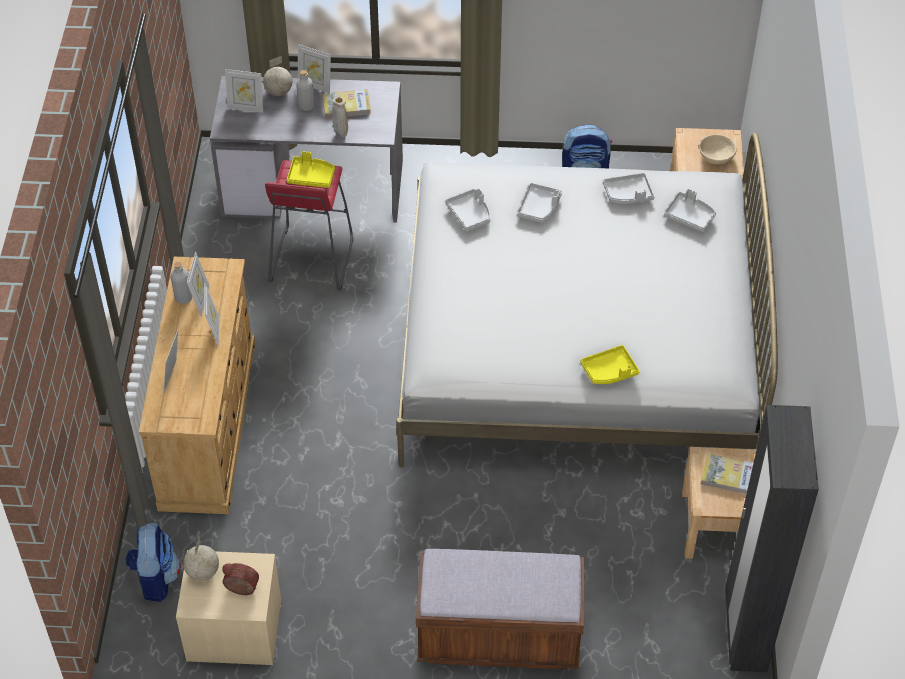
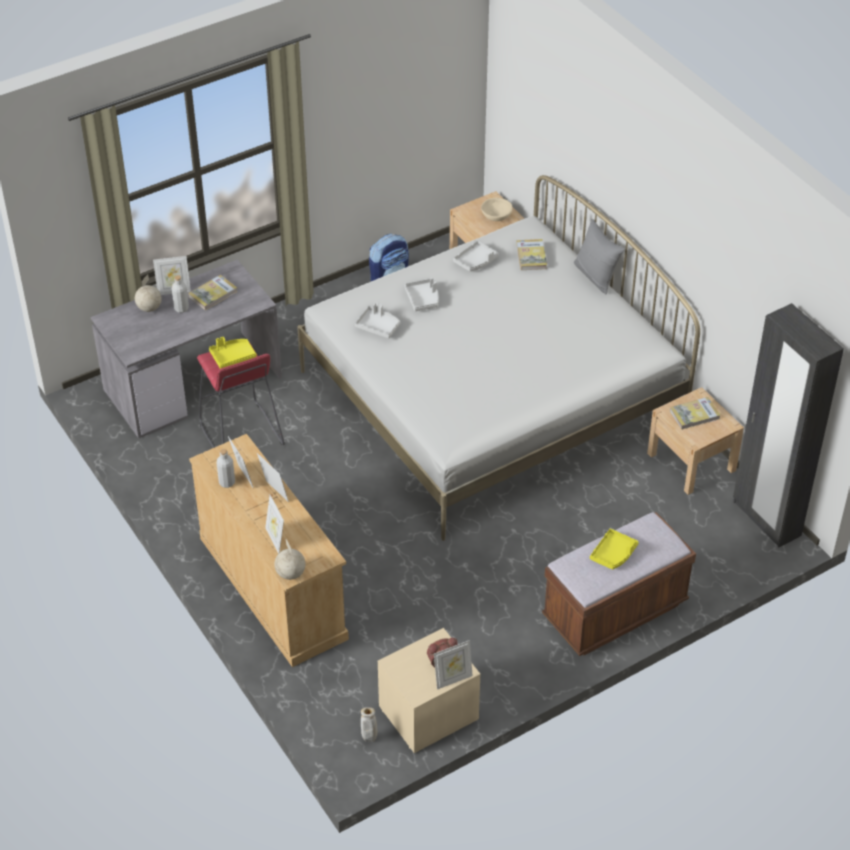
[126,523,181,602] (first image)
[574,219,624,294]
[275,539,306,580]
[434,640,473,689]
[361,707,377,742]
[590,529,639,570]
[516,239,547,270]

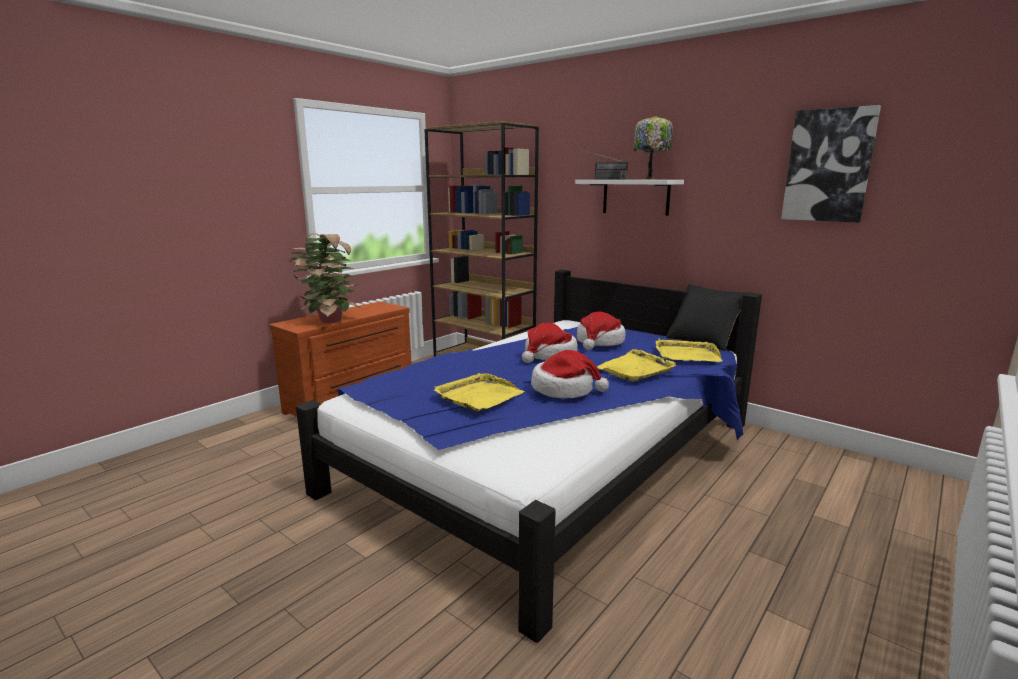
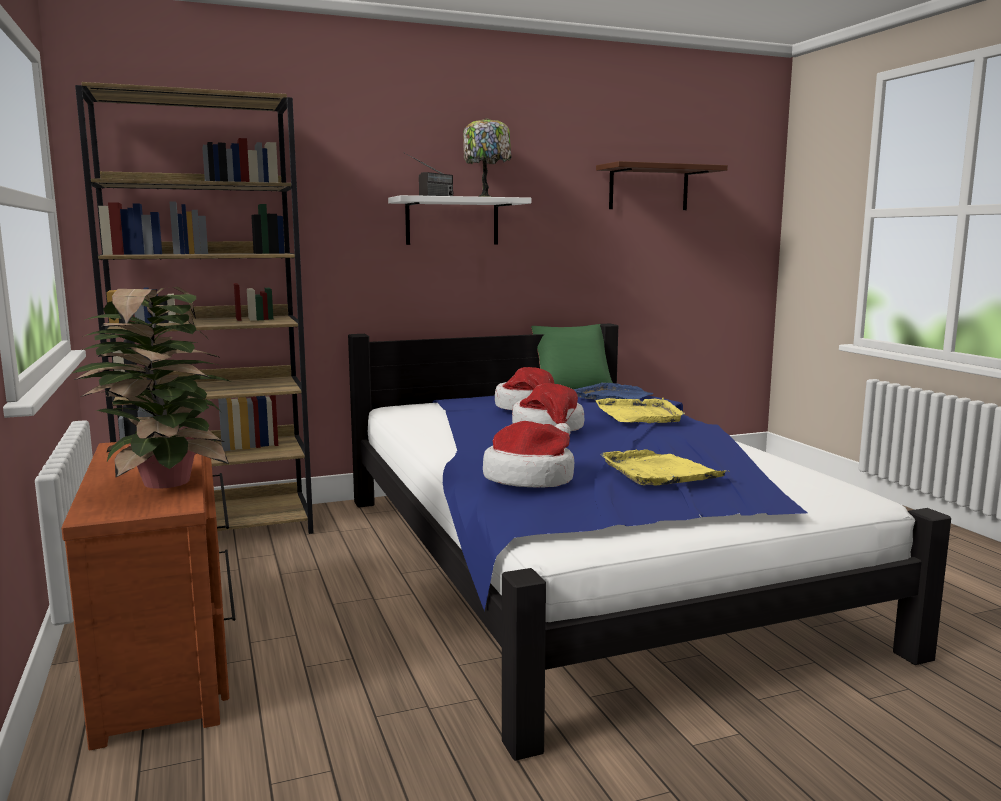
[483,421,574,487]
[596,161,728,210]
[574,383,653,400]
[531,324,613,390]

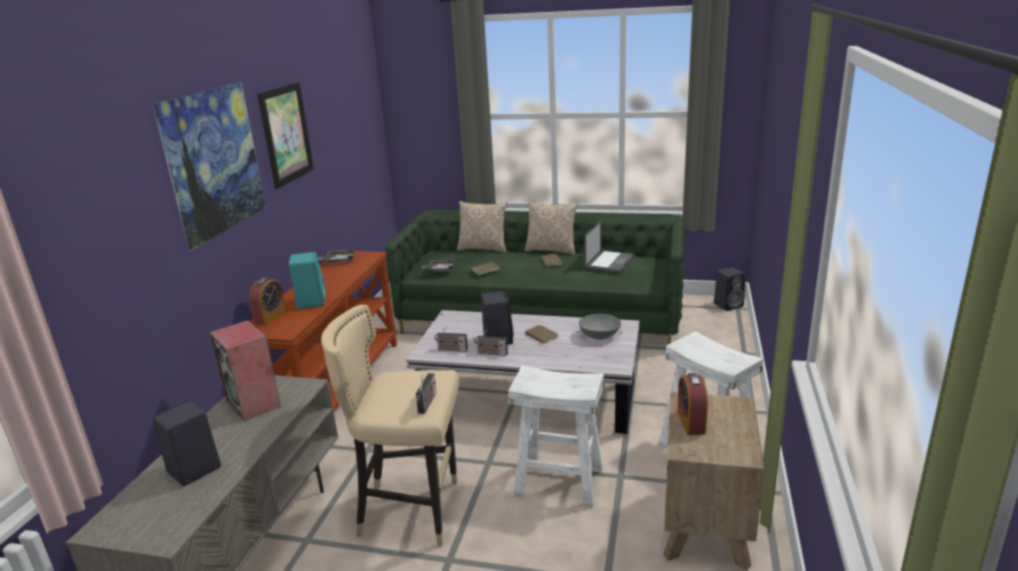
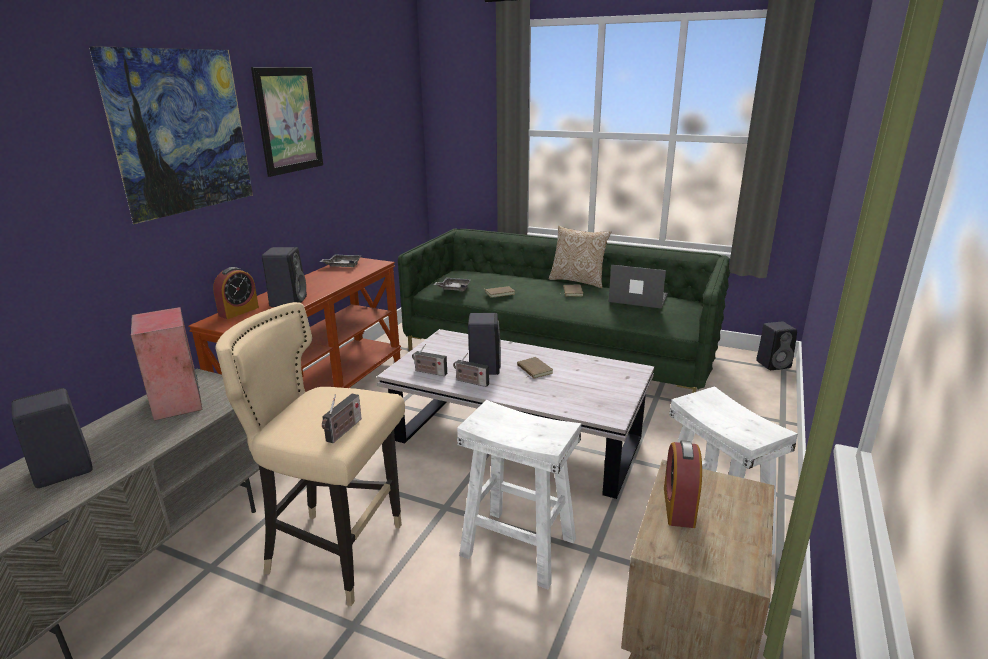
[457,201,508,253] (first image)
[579,314,621,340] (first image)
[262,247,307,307]
[609,265,668,309]

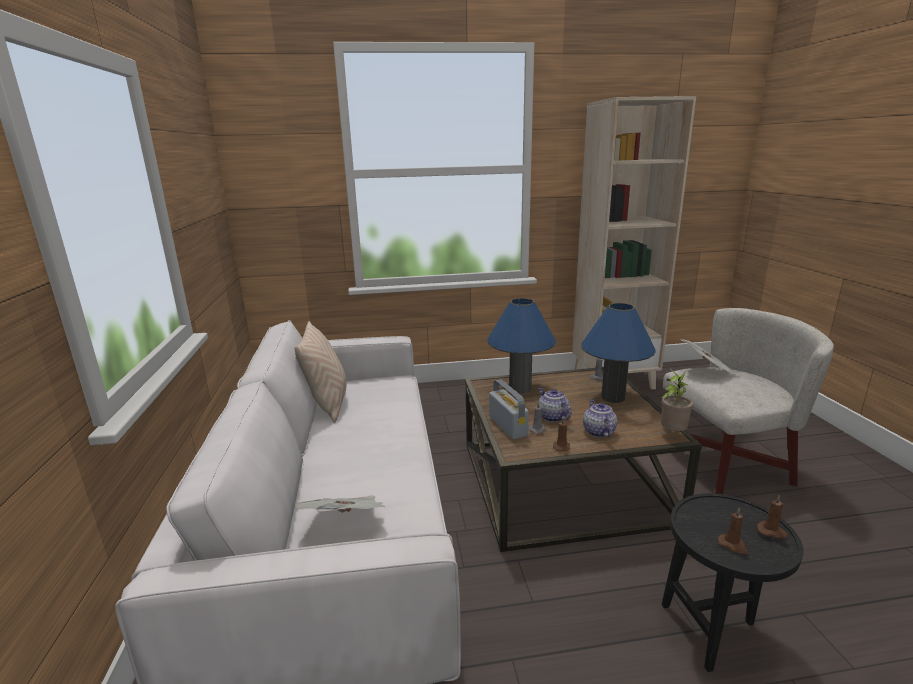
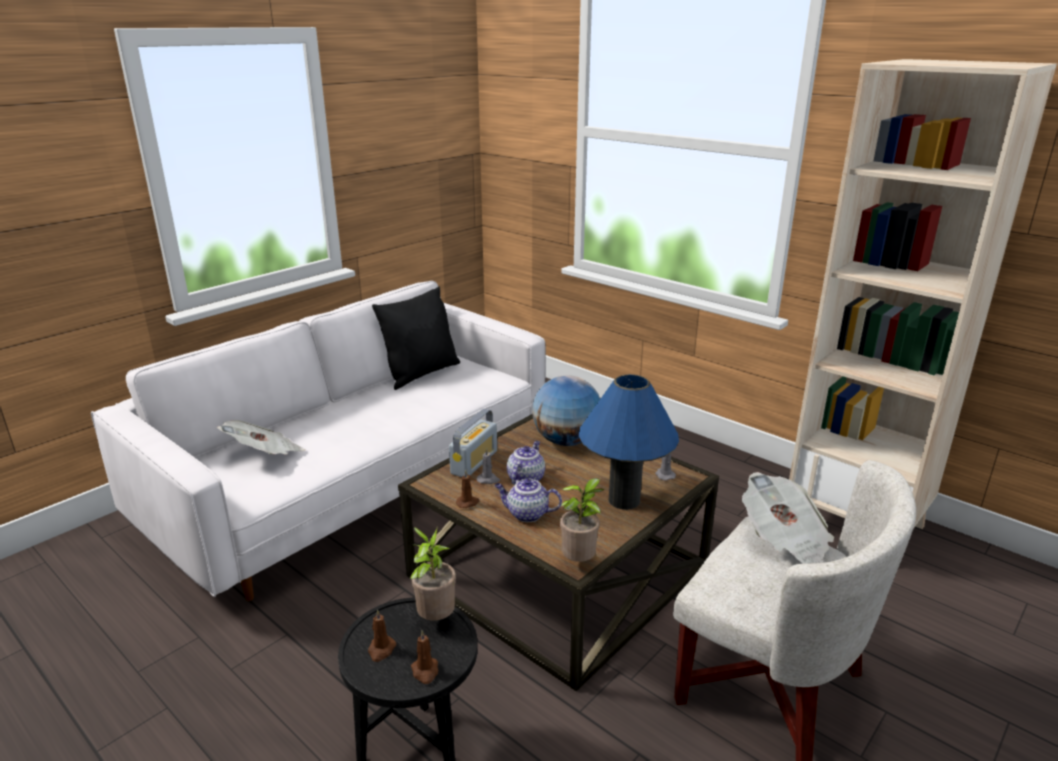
[410,525,456,621]
[532,375,600,446]
[372,286,460,390]
[494,479,562,522]

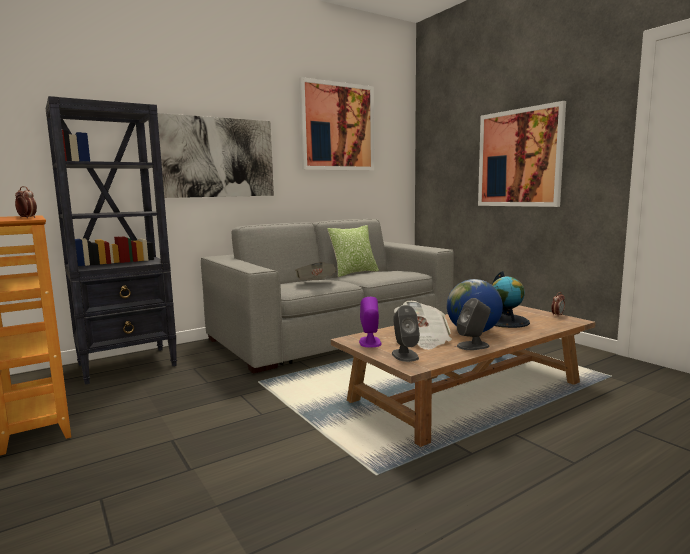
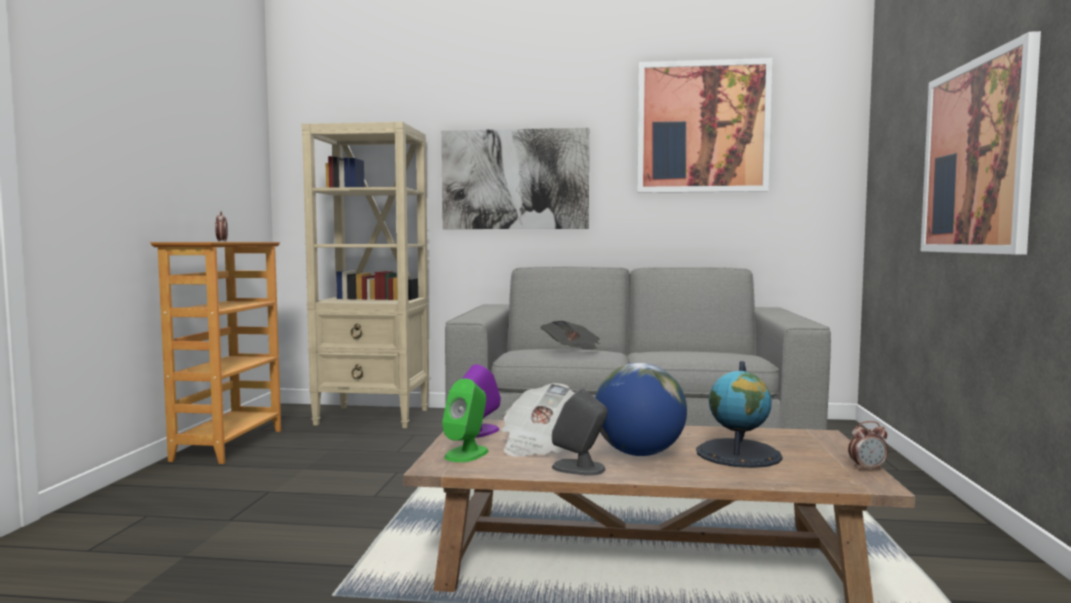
[327,225,379,277] (first image)
[302,122,429,428]
[442,379,488,462]

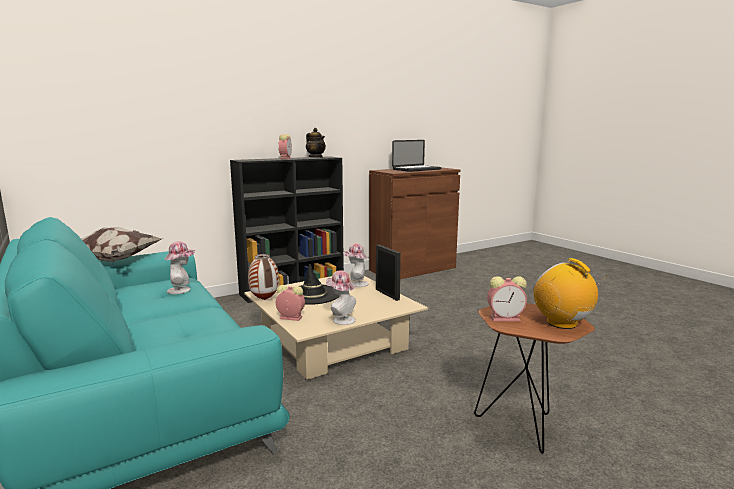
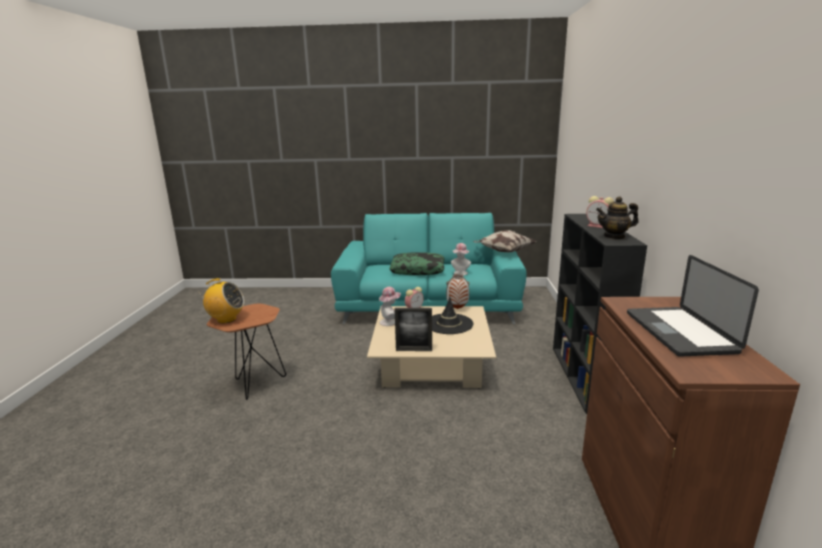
[343,243,368,287] (first image)
[487,276,527,322] (first image)
[389,253,445,275]

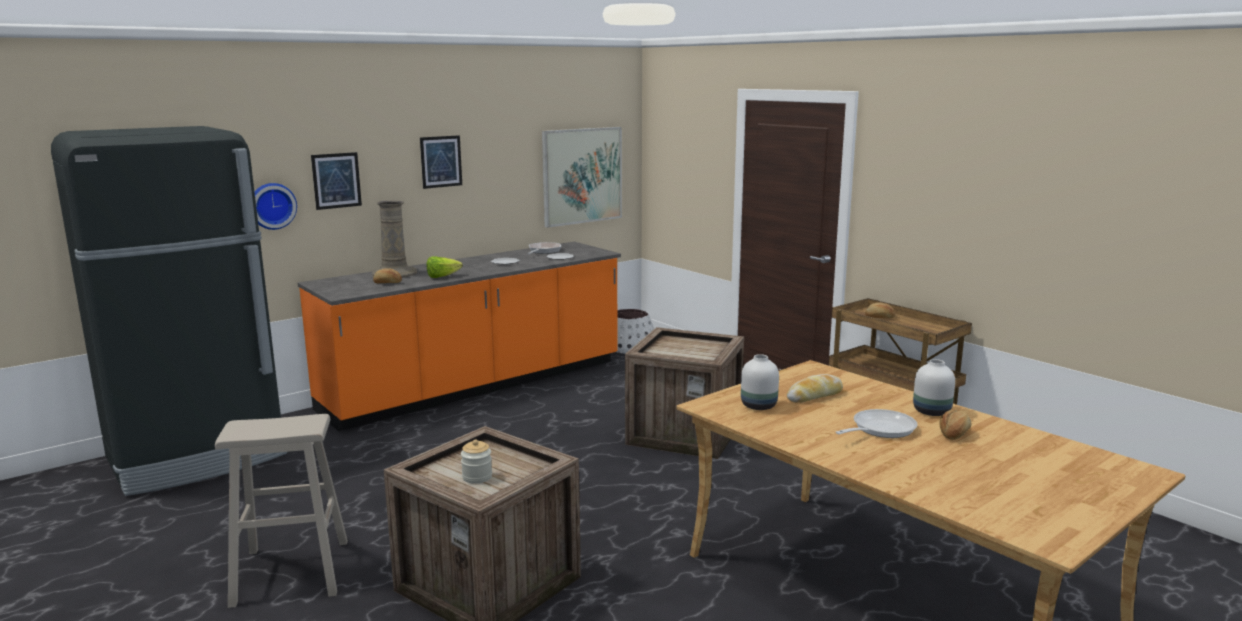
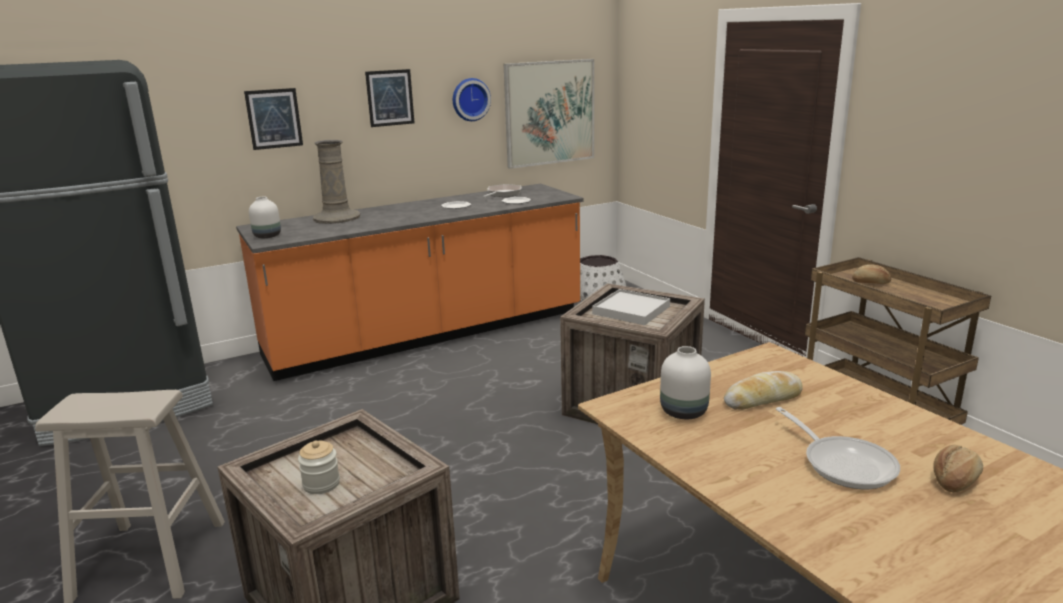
[373,268,402,283] (first image)
[427,256,463,278] (first image)
[592,289,670,325]
[453,78,491,121]
[249,197,281,238]
[776,407,900,489]

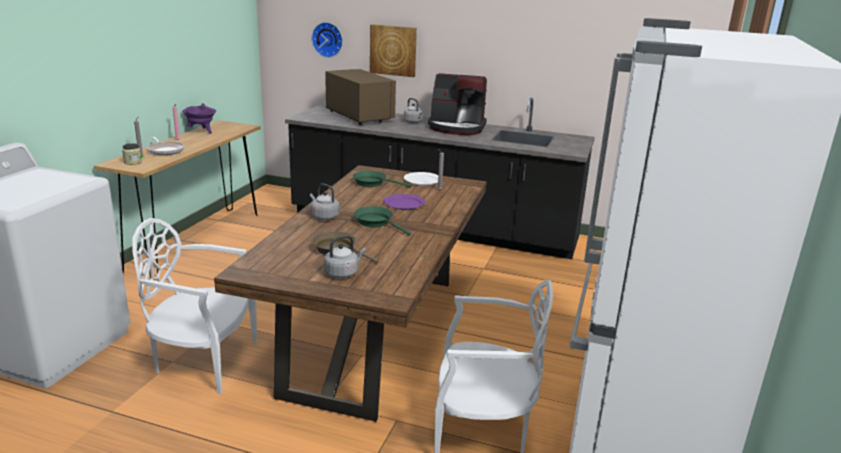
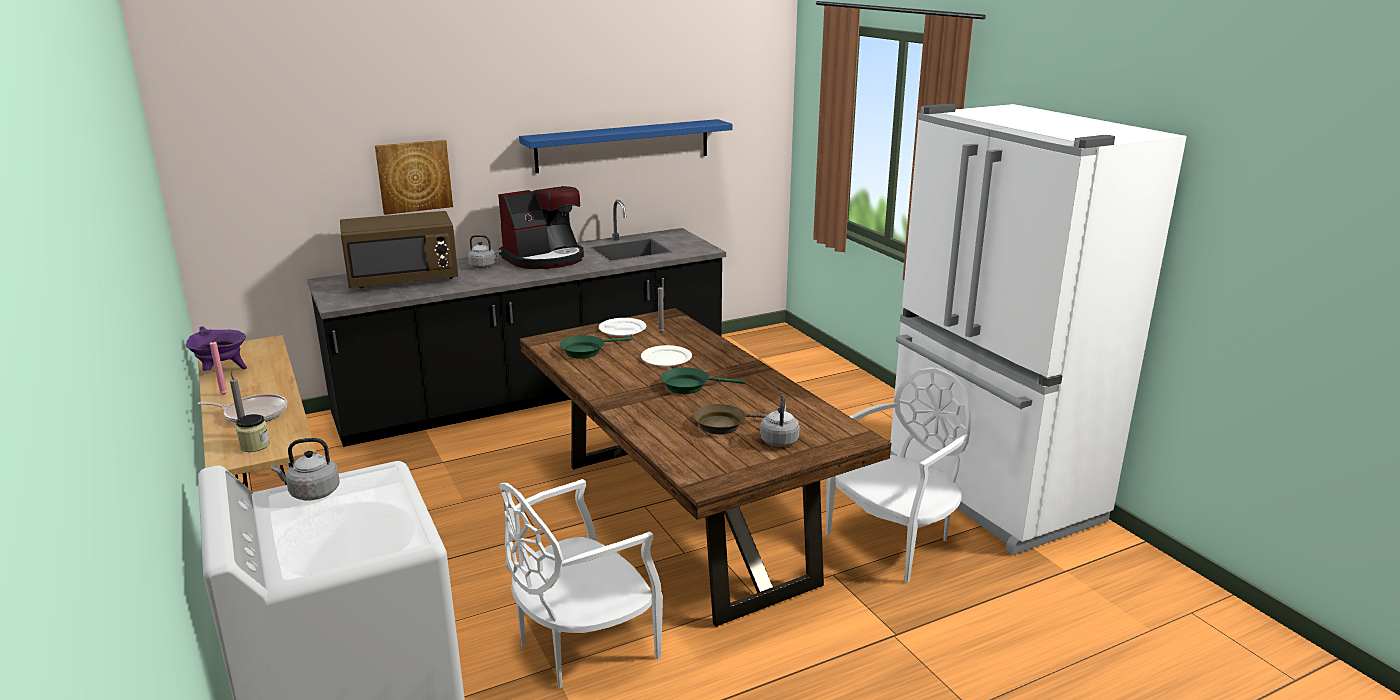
[312,22,343,58] (first image)
[519,119,733,173]
[271,438,339,500]
[641,345,692,367]
[340,211,458,288]

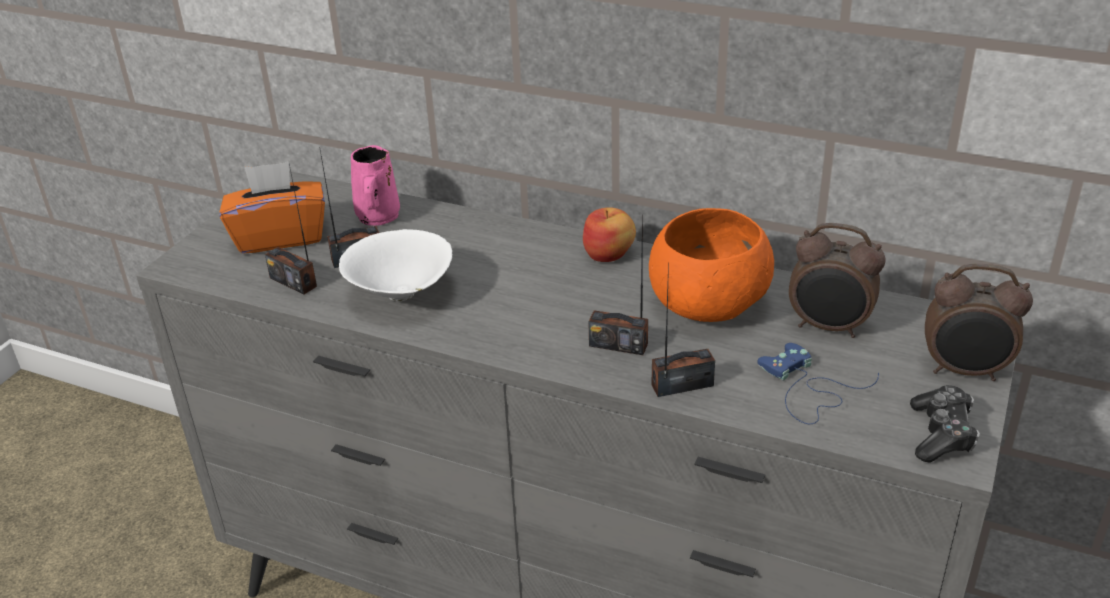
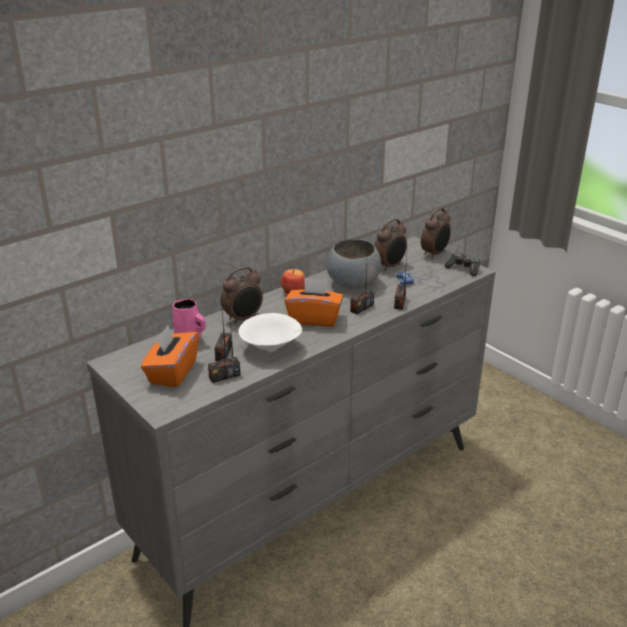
[220,267,263,325]
[285,278,343,327]
[327,239,381,289]

